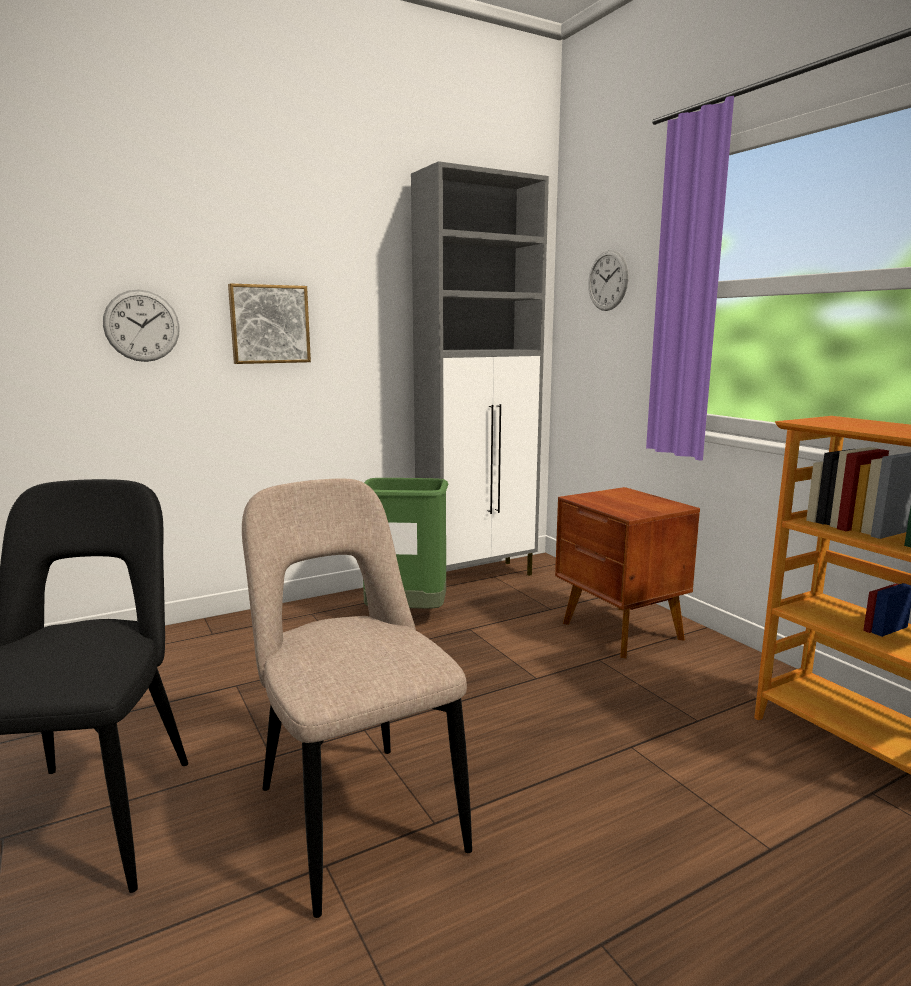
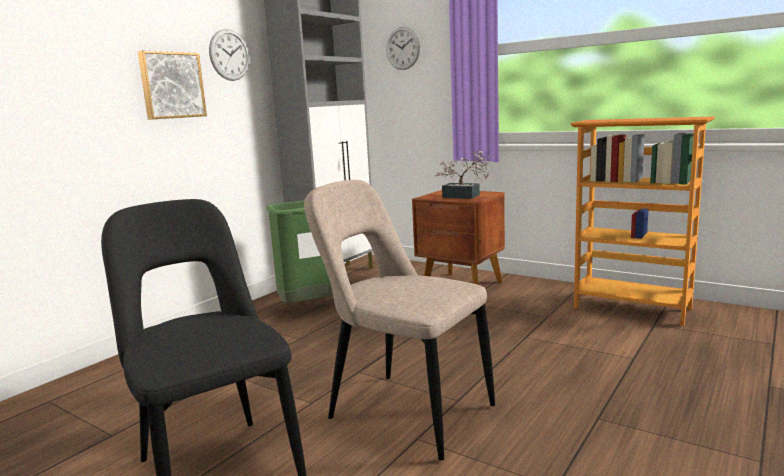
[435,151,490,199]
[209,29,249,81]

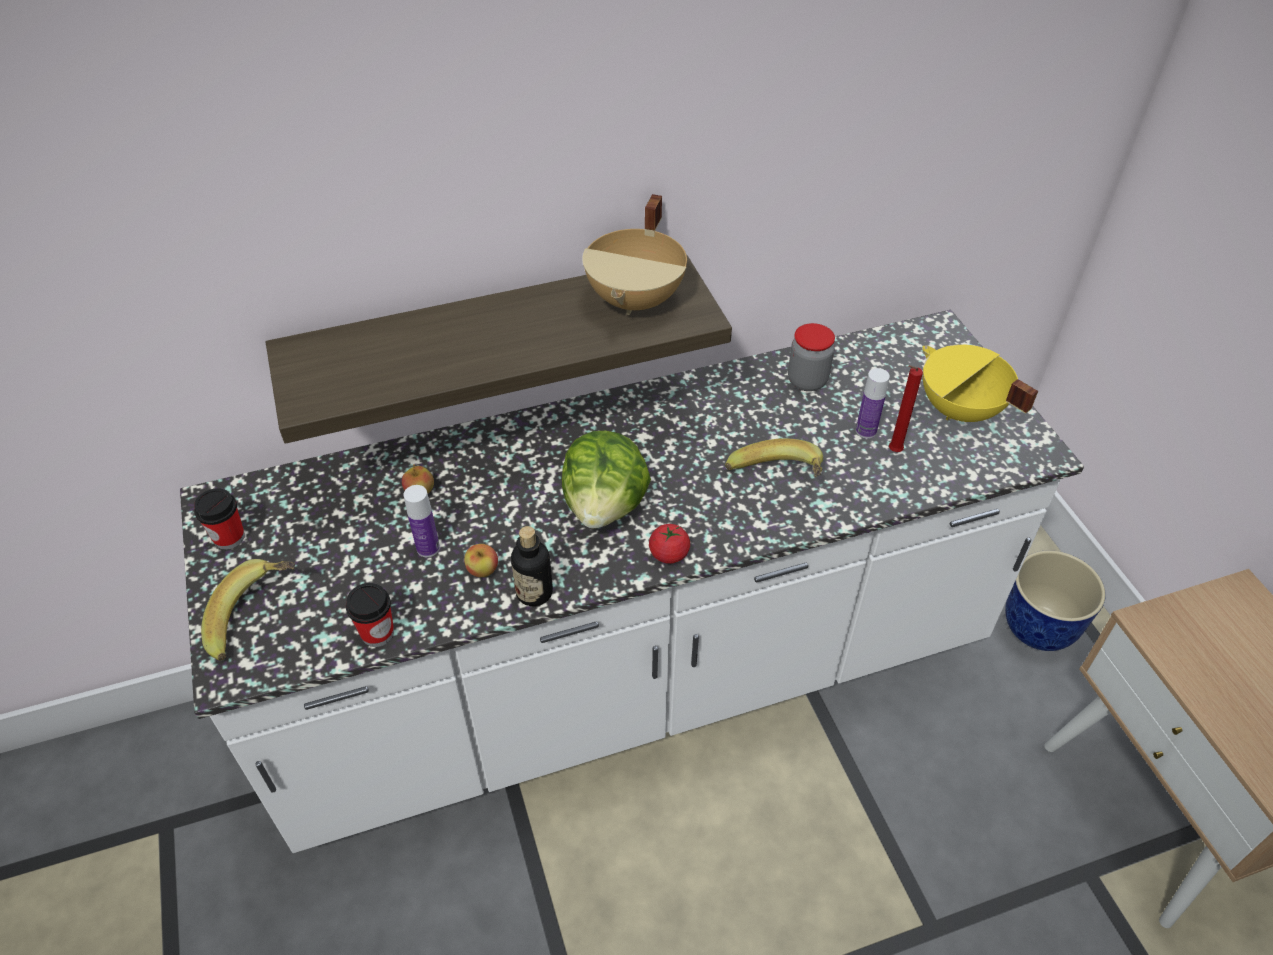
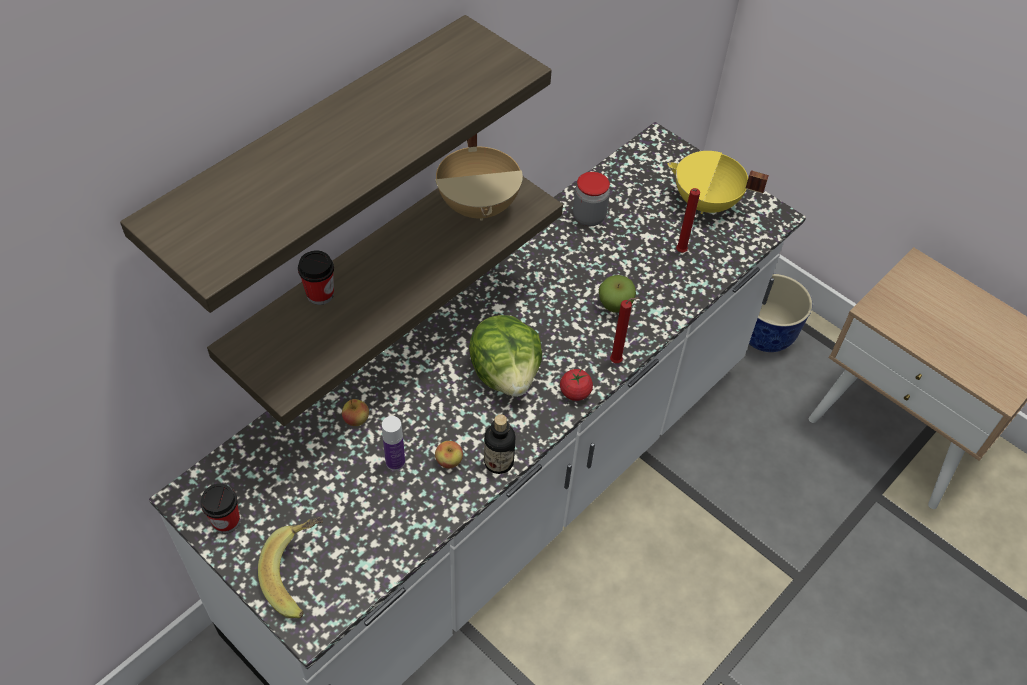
[856,368,890,439] (first image)
[120,15,552,313]
[610,297,639,363]
[298,250,334,305]
[599,275,636,313]

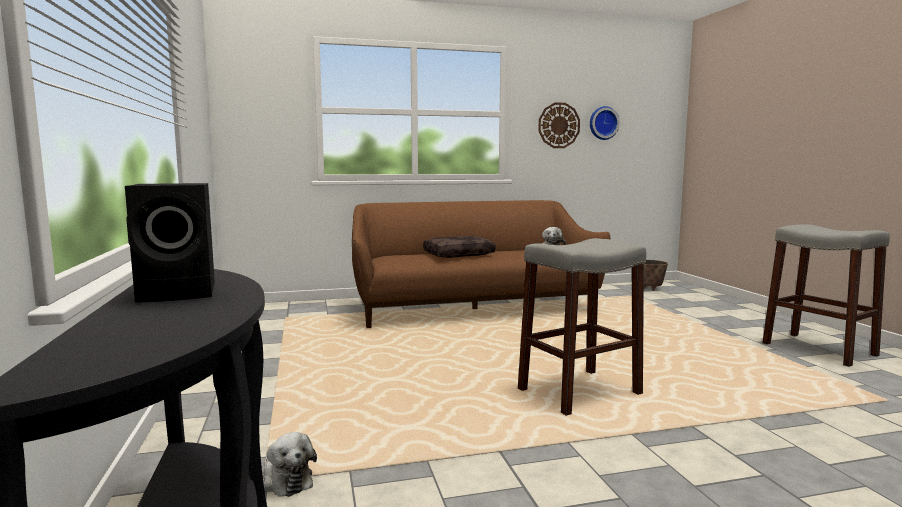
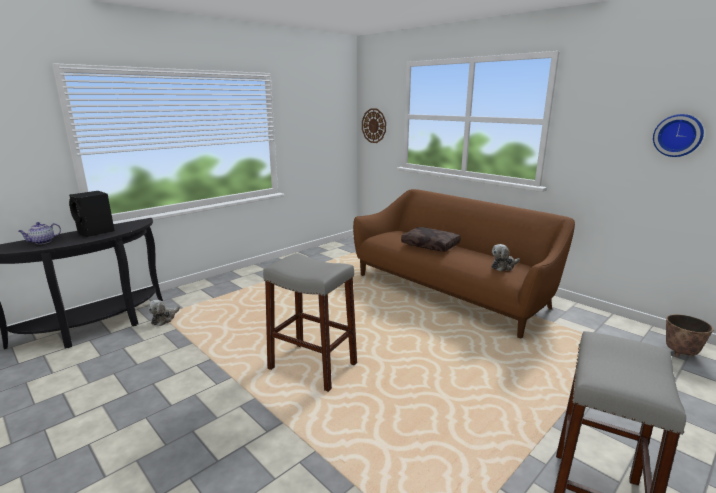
[18,222,61,244]
[362,108,386,143]

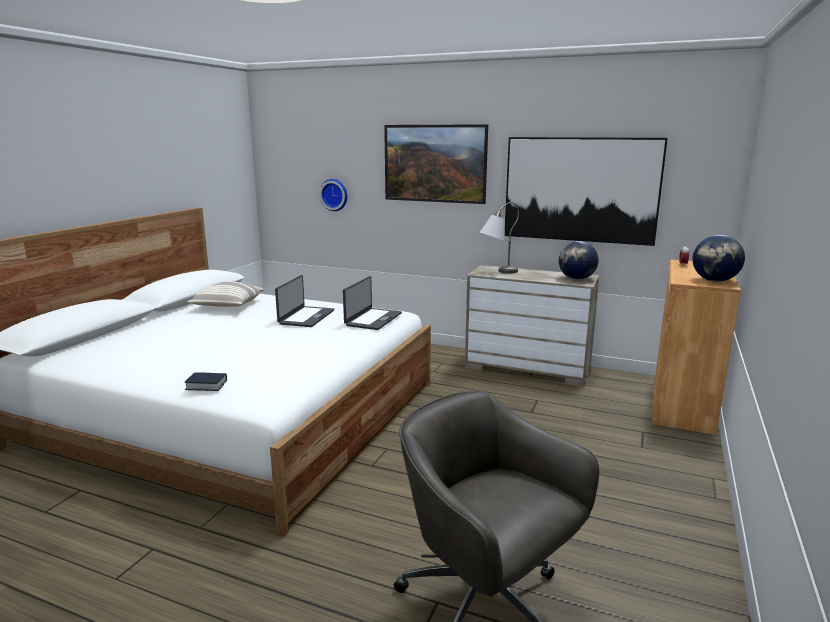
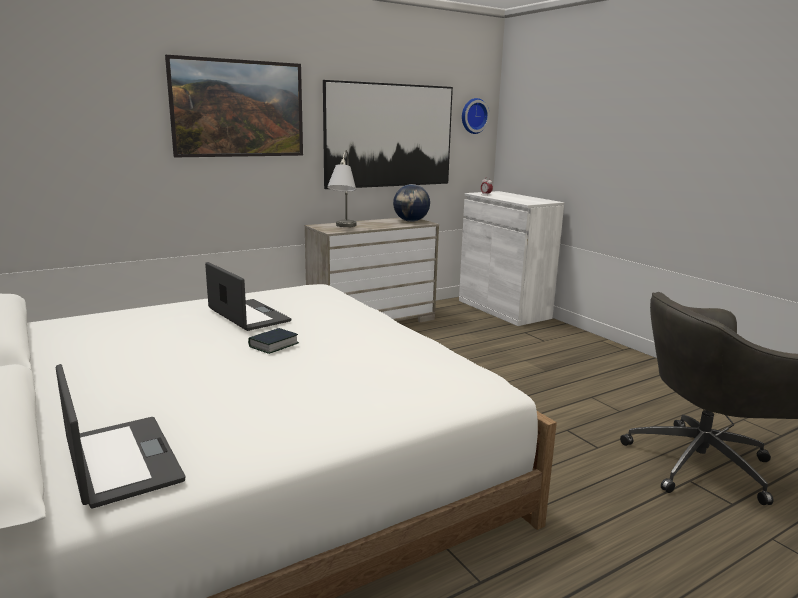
[187,281,264,307] (first image)
[692,235,745,282] (first image)
[248,328,299,354]
[462,98,490,134]
[55,364,185,509]
[459,191,564,326]

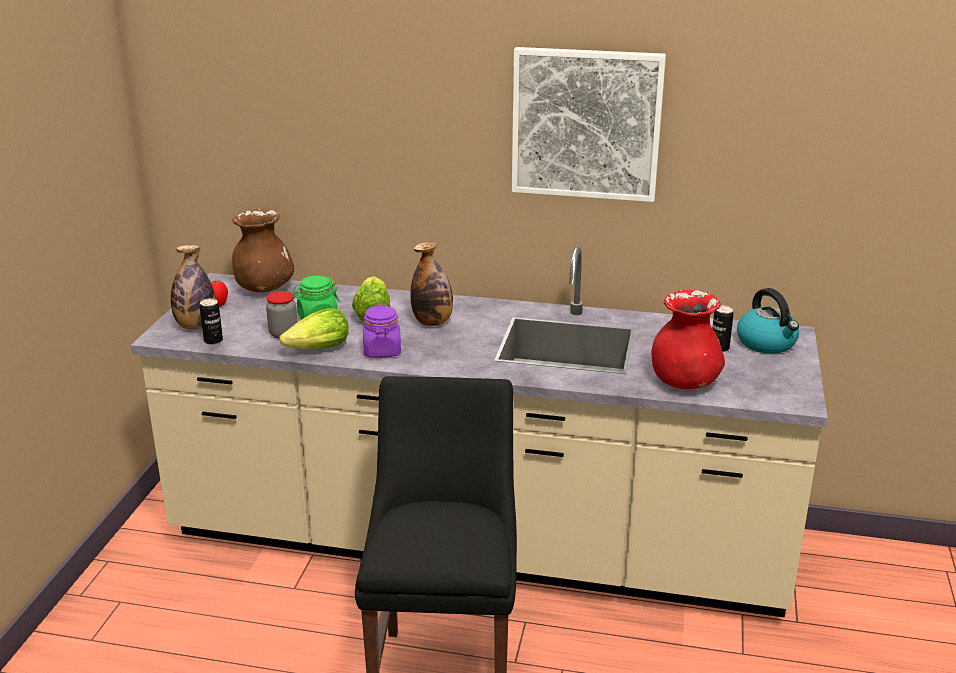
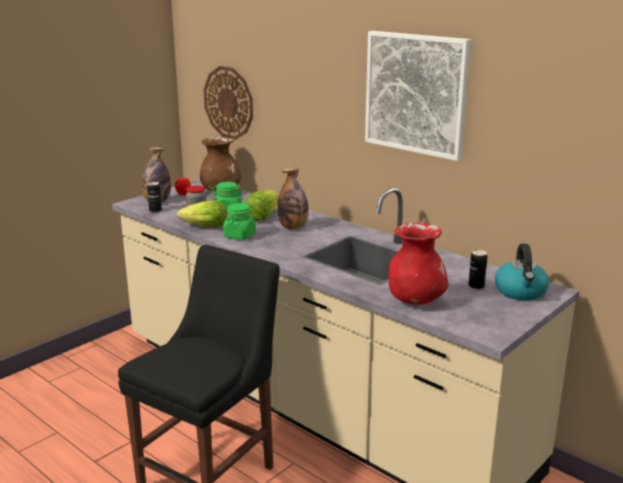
[204,66,253,140]
[223,203,256,240]

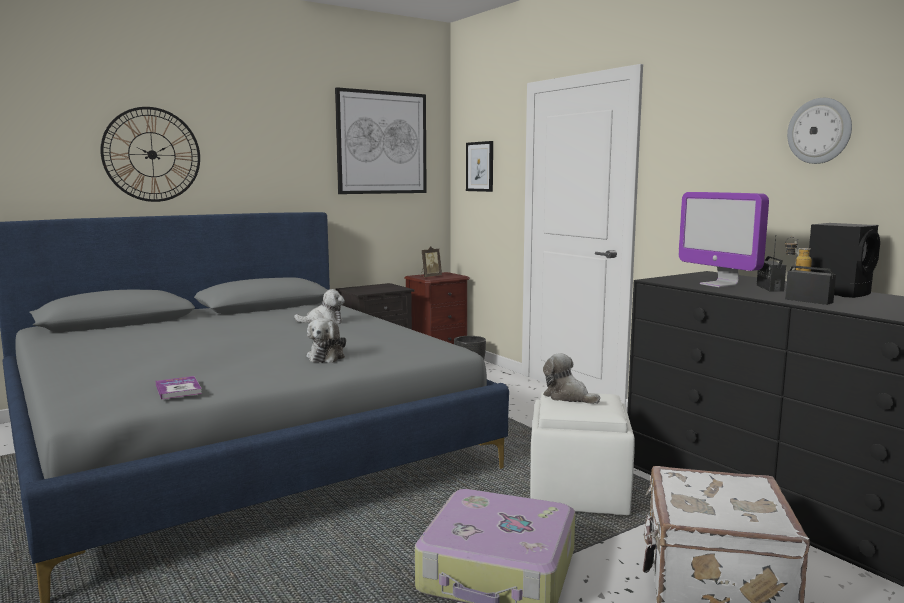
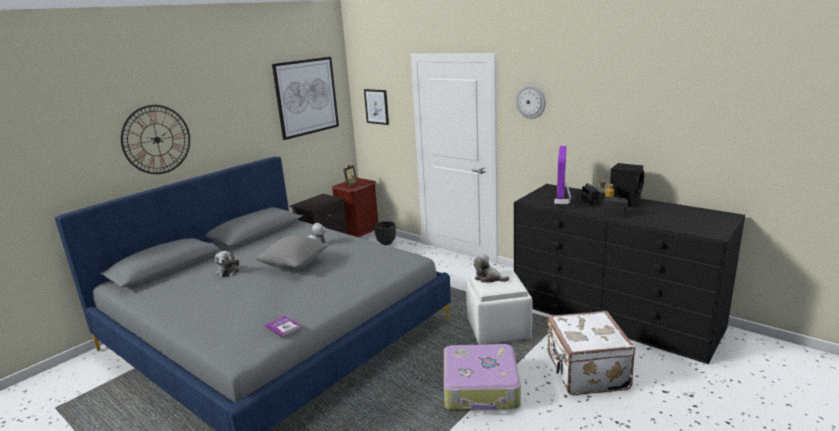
[255,235,329,270]
[215,251,239,277]
[516,85,546,119]
[554,146,571,204]

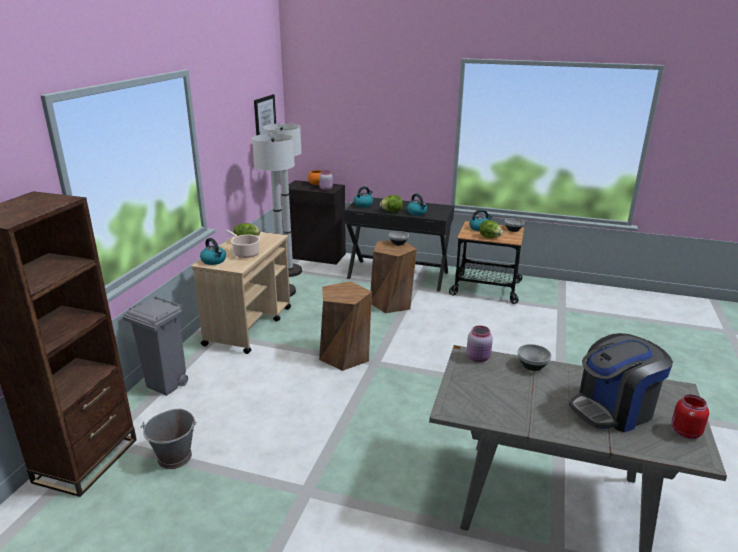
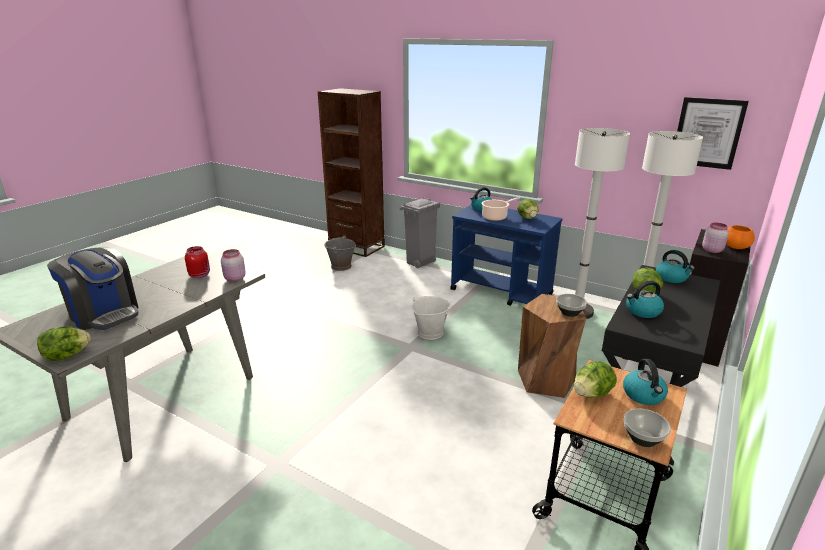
[518,344,552,371] (first image)
[37,326,91,361]
[185,246,210,278]
[412,296,451,340]
[450,205,563,306]
[47,247,139,330]

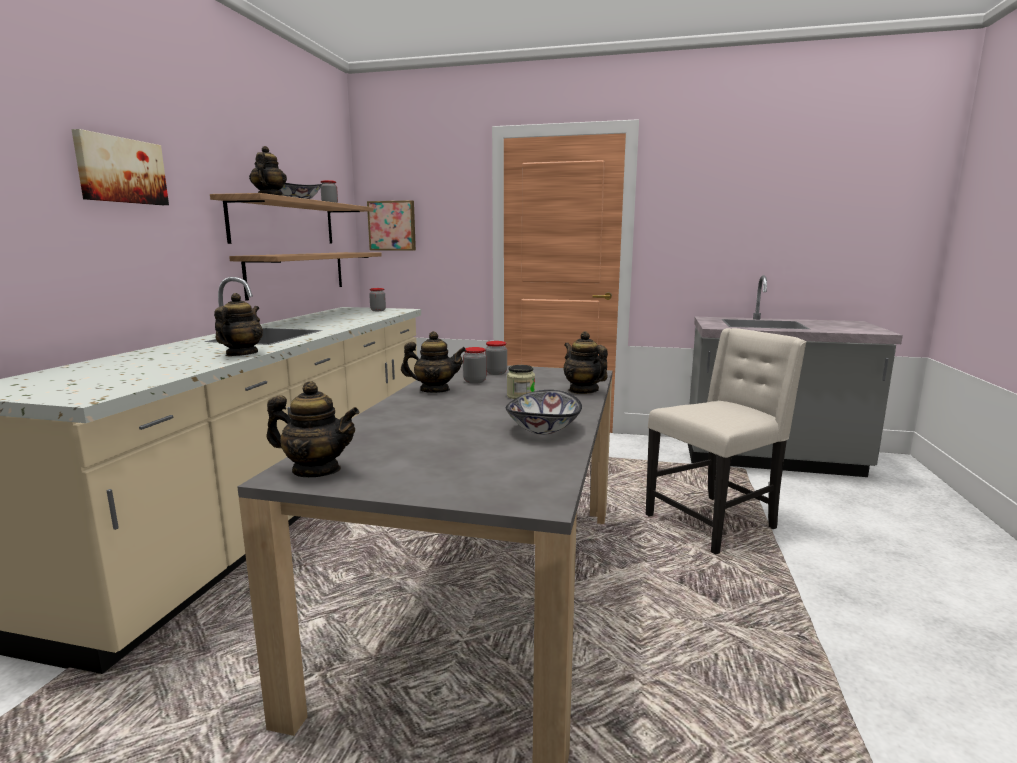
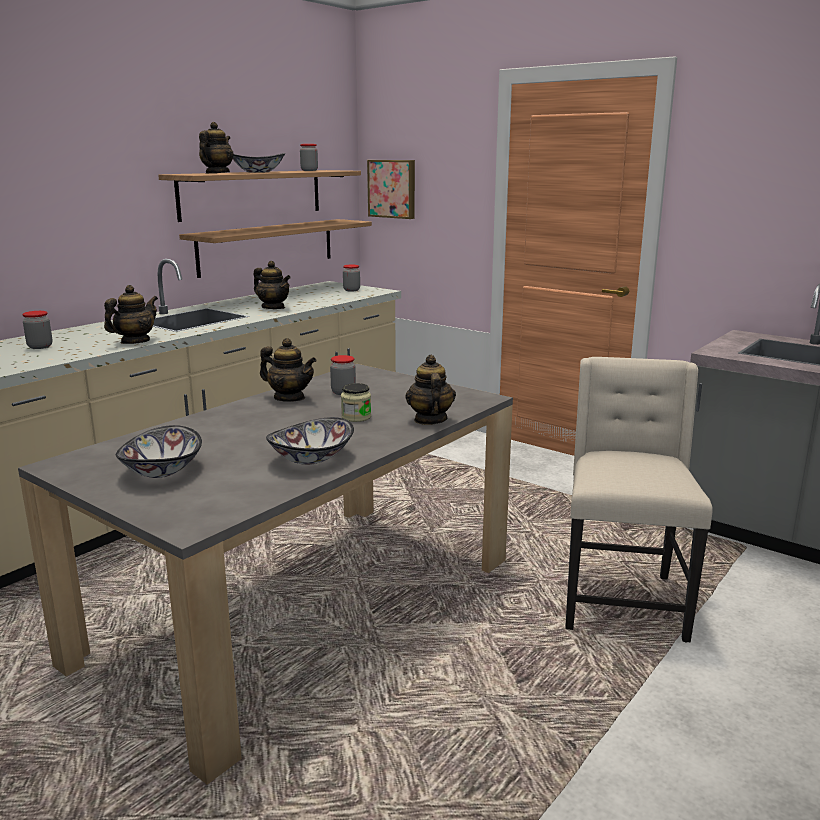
[71,129,169,205] (first image)
[116,425,202,478]
[253,261,291,309]
[22,311,53,349]
[566,357,713,643]

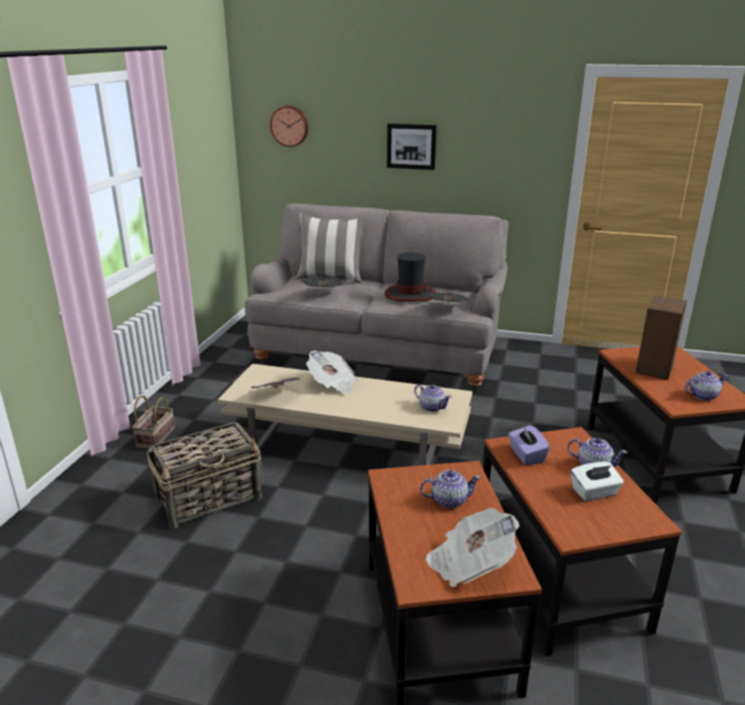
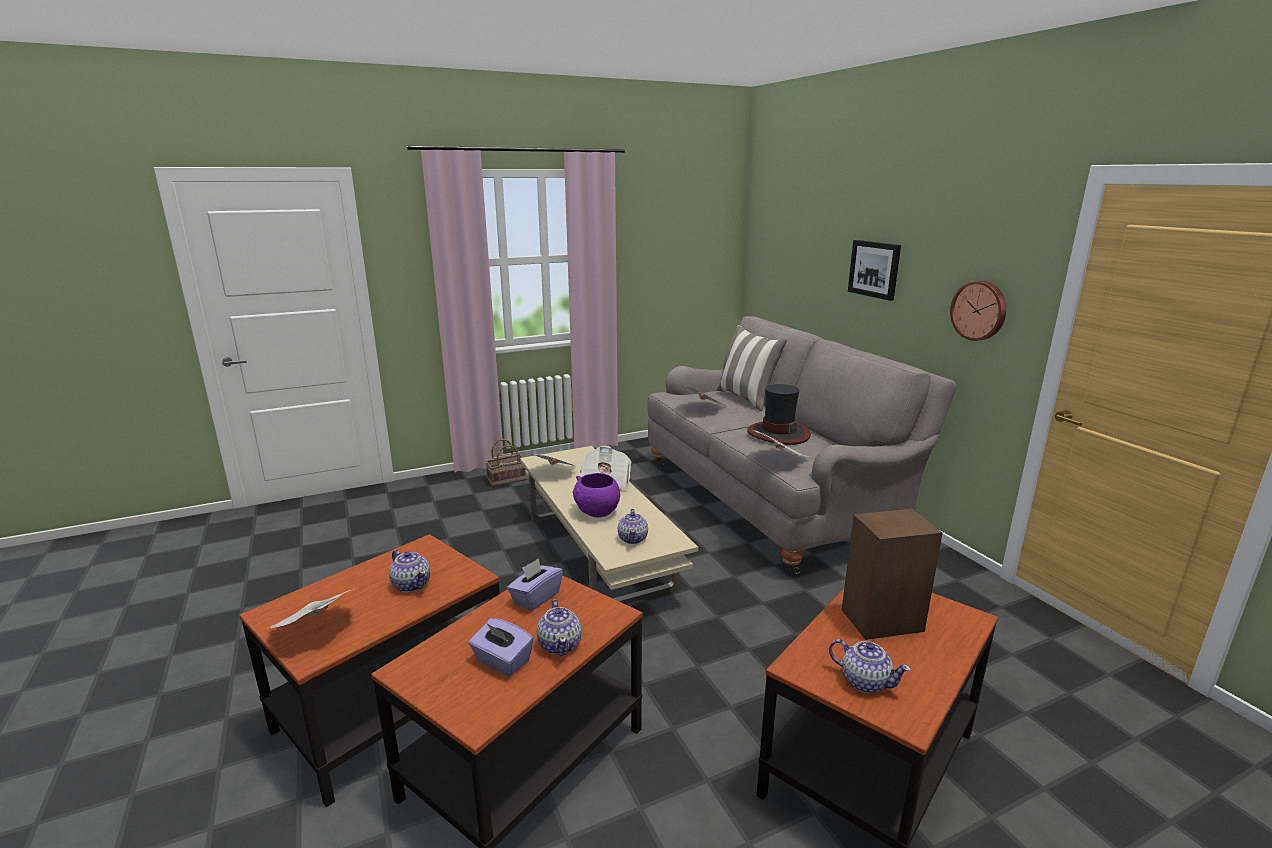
[147,422,262,529] (first image)
[573,473,620,517]
[950,281,1006,341]
[468,618,534,676]

